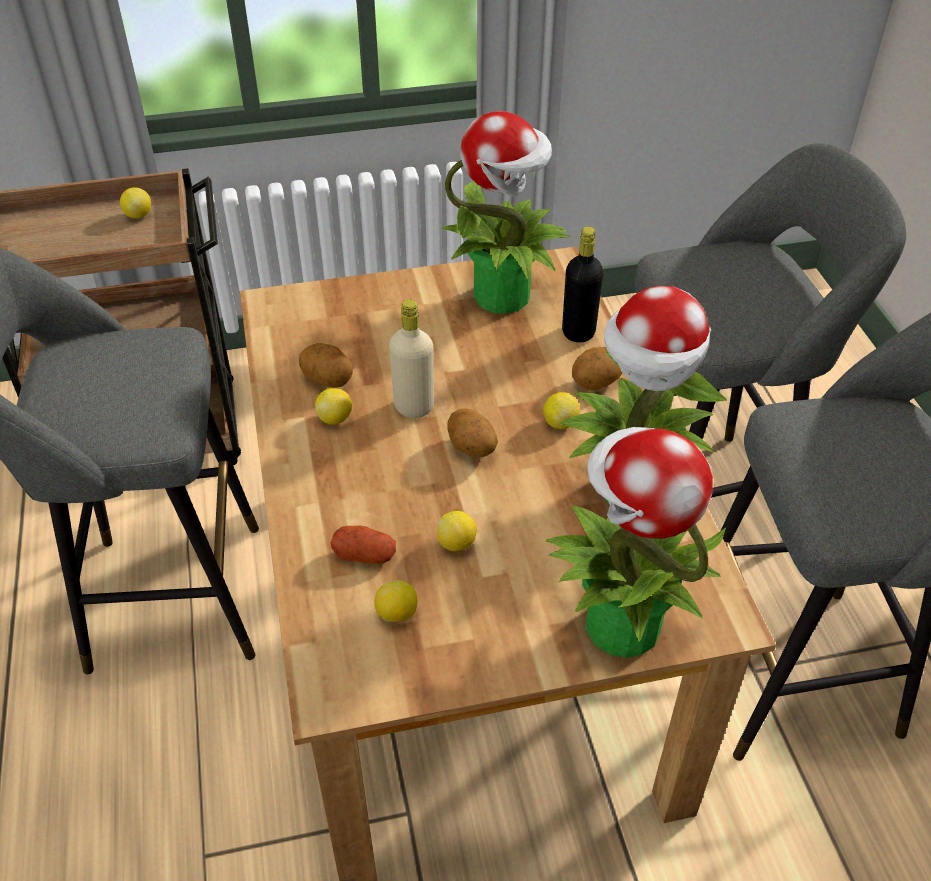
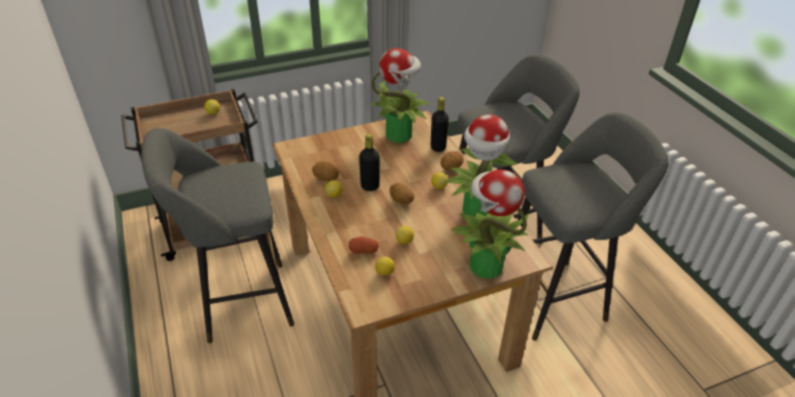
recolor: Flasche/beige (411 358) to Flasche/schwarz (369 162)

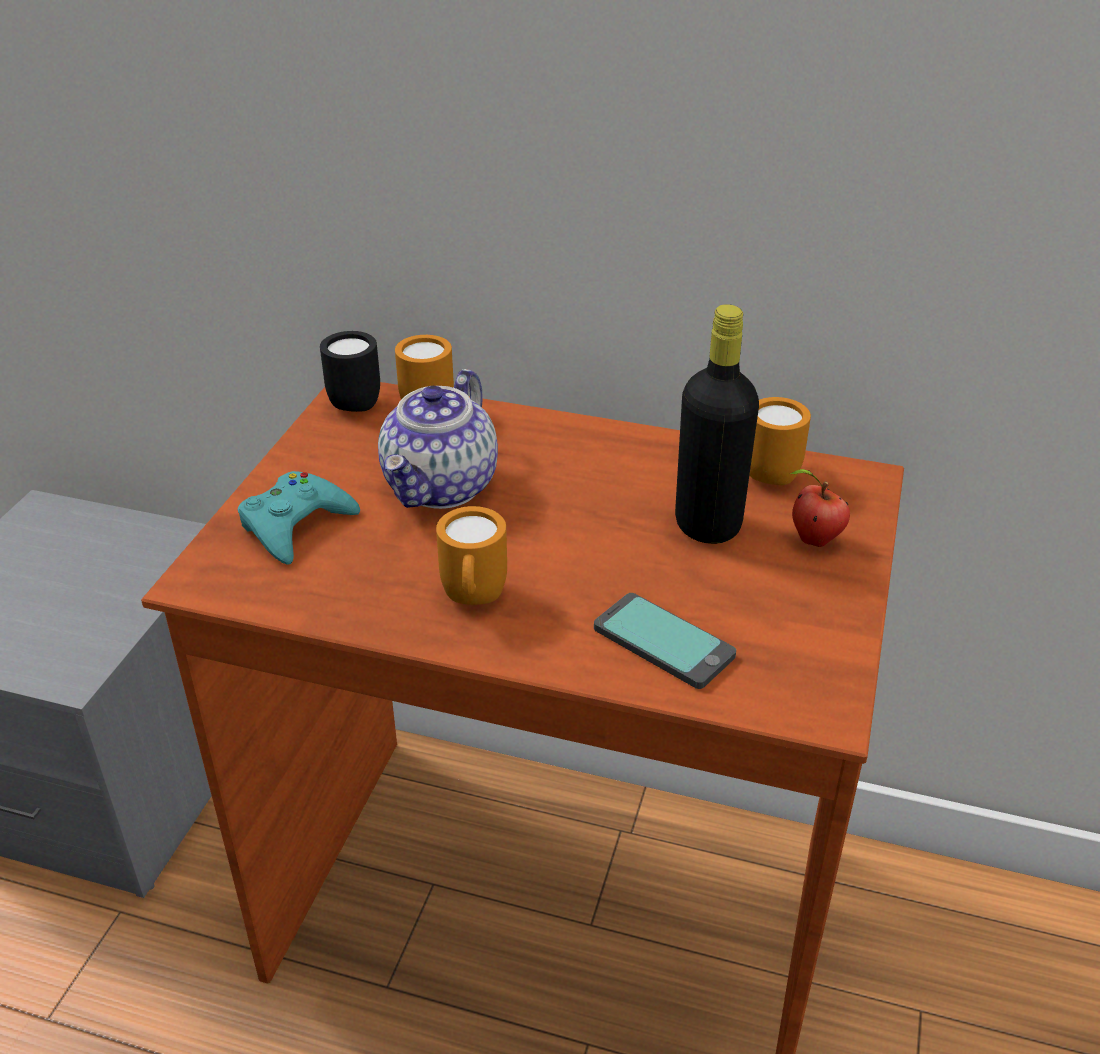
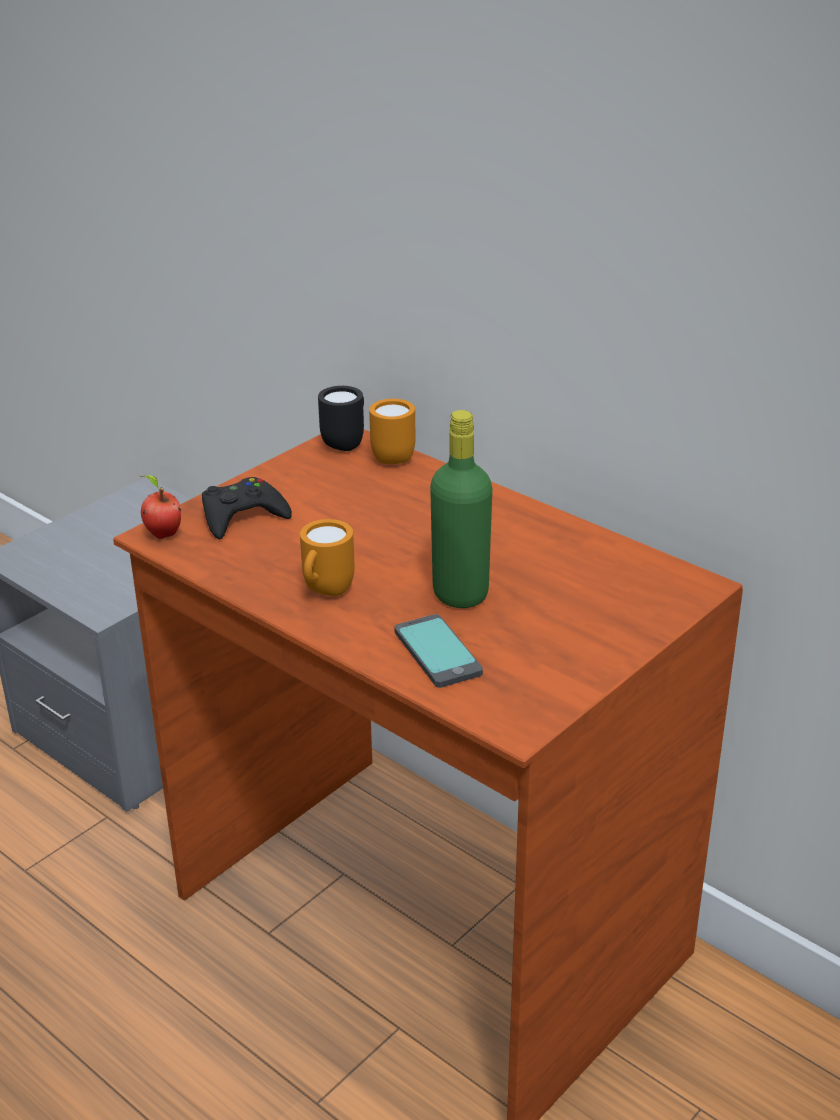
delete: Flasche/schwarz (717 424); Teekanne (438 439); Henkelbecher/orange (780 441)
insert: Flasche/grün (461 509)
move: Apfel (819 508) to (160 507)
recolor: Gamepad/türkis (299 518) to Gamepad/schwarz (247 508)

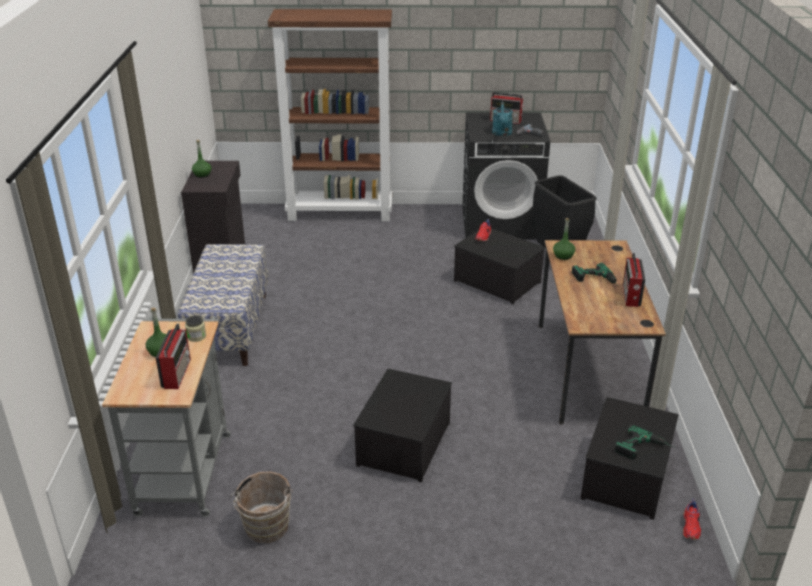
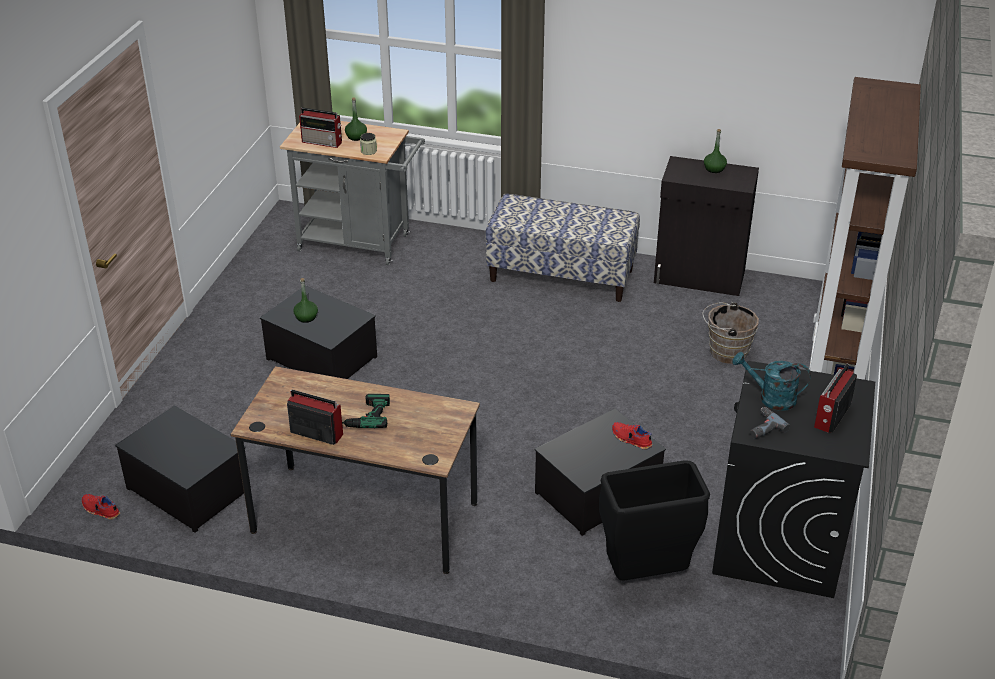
delete: Bohrmaschine (644 442)
move: Flasche/grün (564 239) to (305 300); Eimer/braun (262 507) to (730 333)

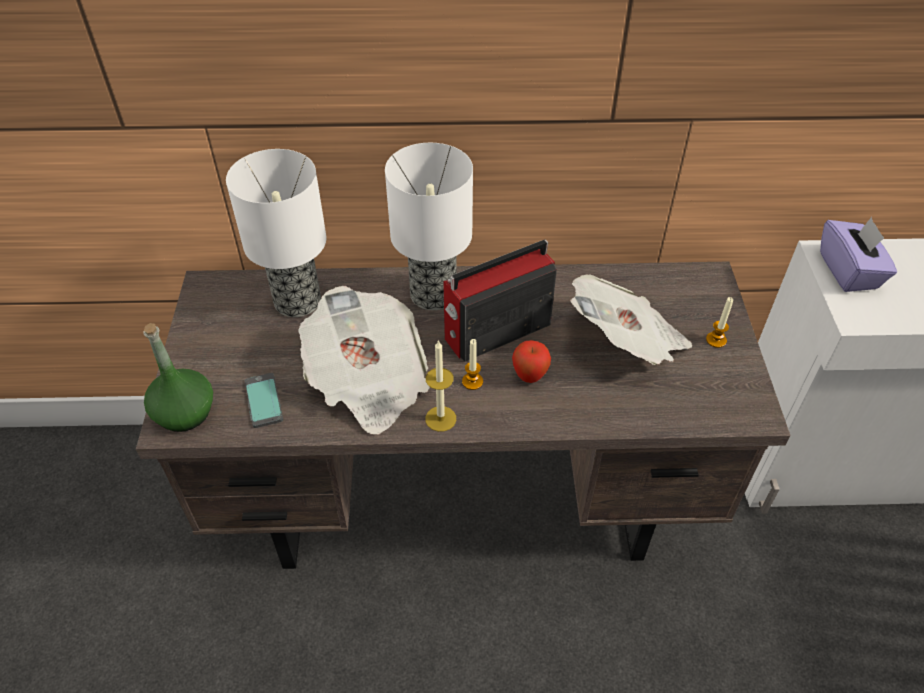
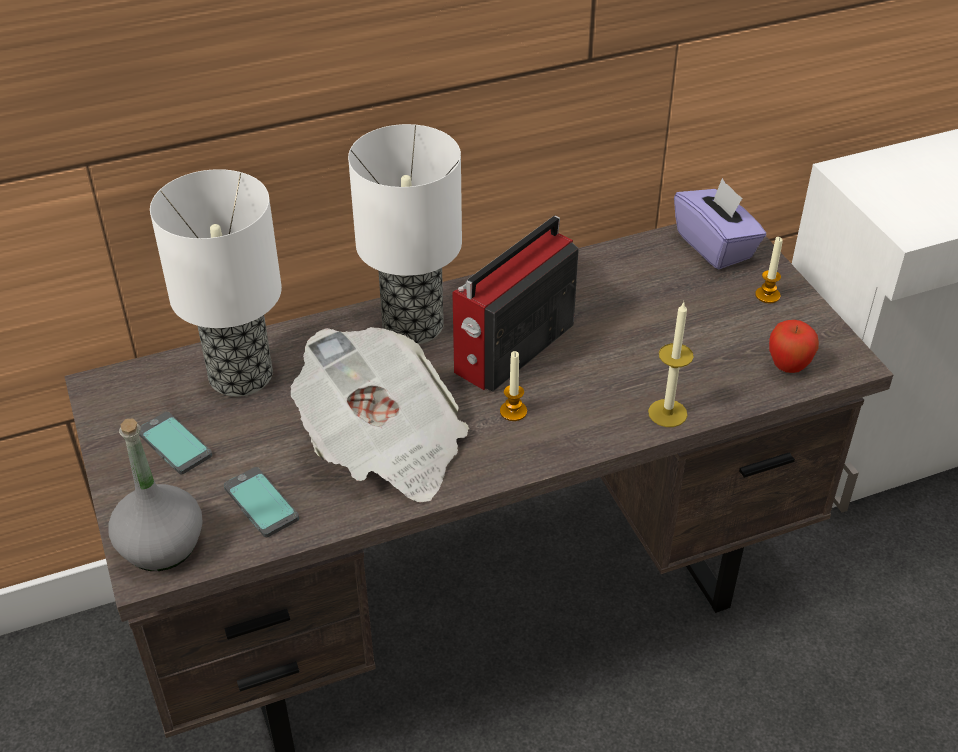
delete: Zeitung (631 319)
insert: Handy (175 443)
move: Taschentuchbox/lila (858 254) to (720 224); Kerze (440 386) to (671 364); Apfel (531 361) to (794 346)
recolor: Flasche/grün (178 377) to Flasche/grau (155 494)

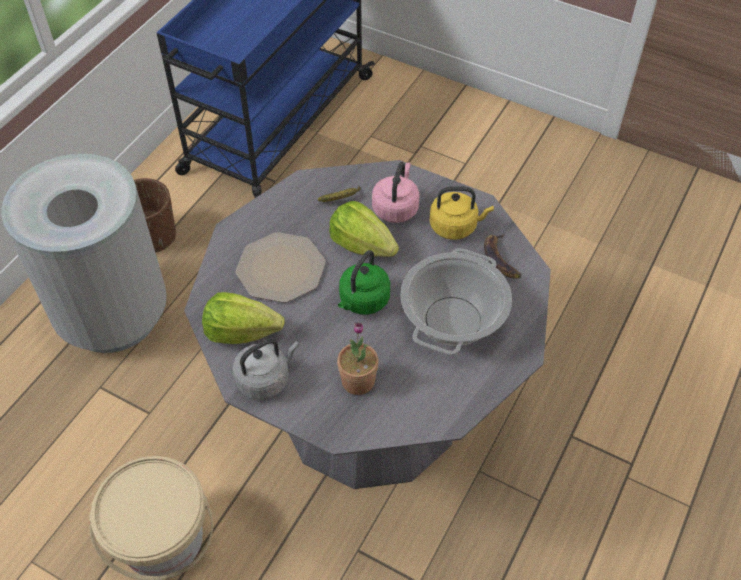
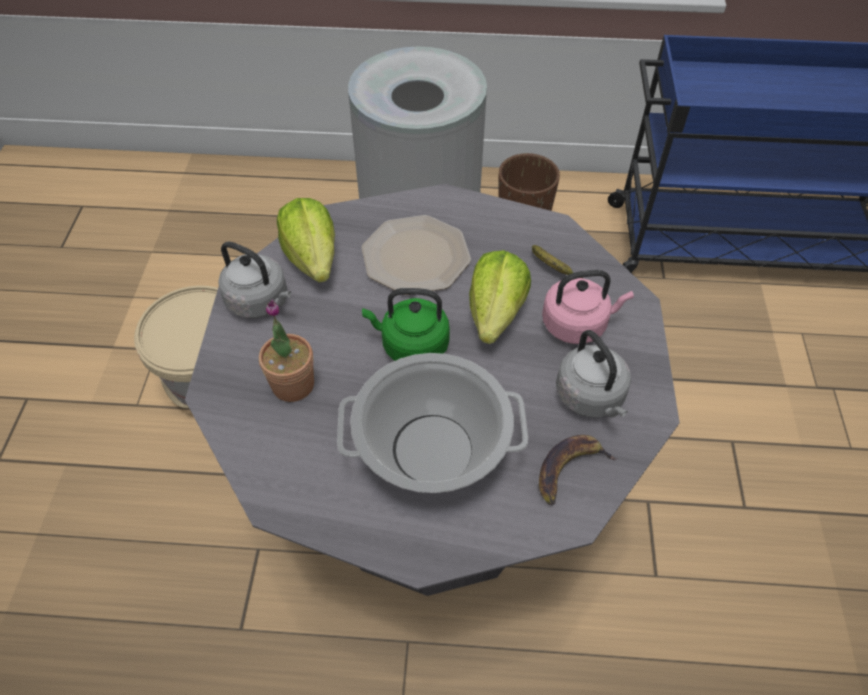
recolor: Wasserkessel/gelb (461 213) to Wasserkessel/grau (593 374)

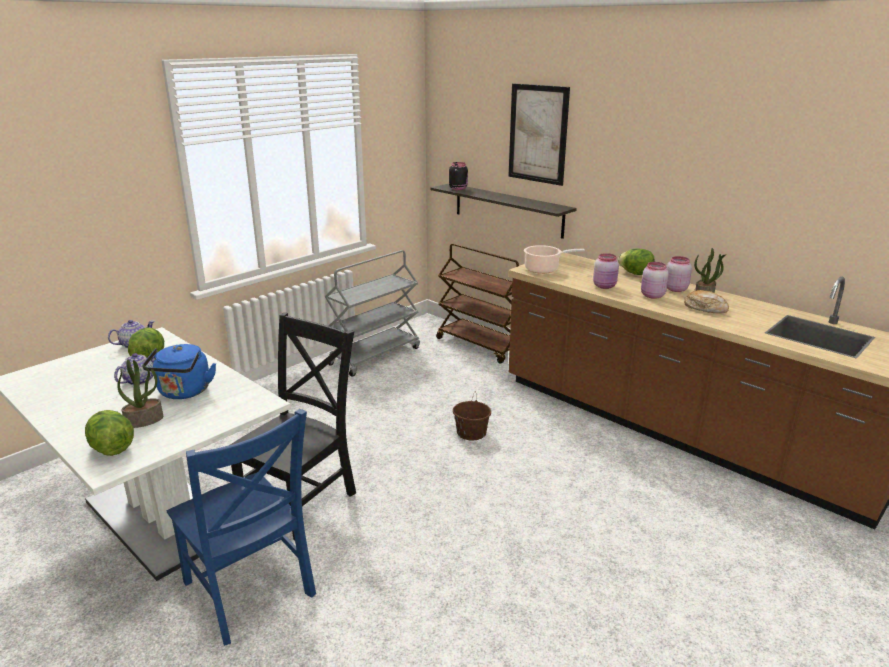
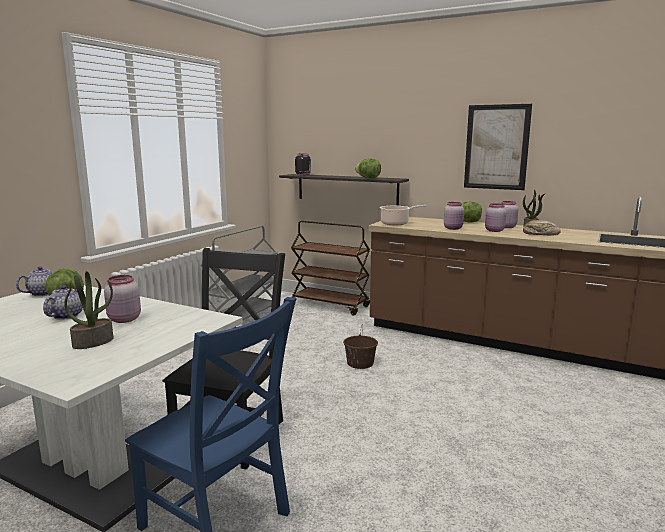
move: Bild (539 134) to (498 147); Salatkopf (109 433) to (368 168)
replace: Wasserkessel/blau (179 371) to Vorratsglas/rosa (122 299)

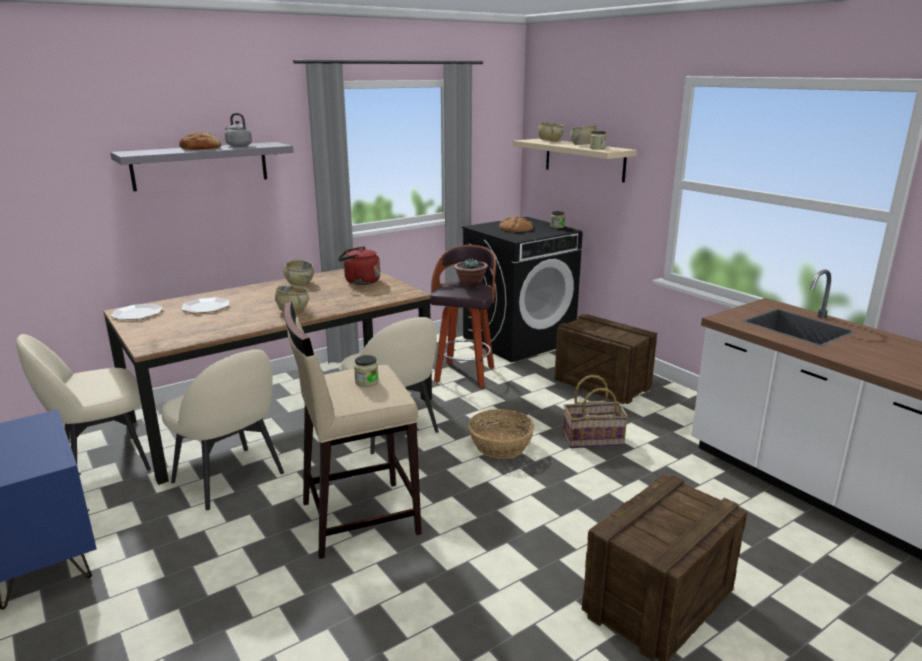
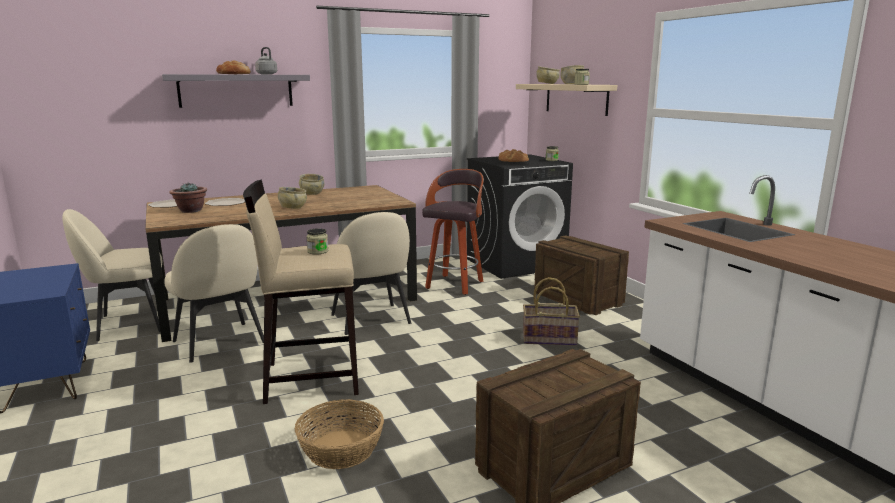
delete: Wasserkessel/rot (359 265)
move: Topfpflanze (471 273) to (188 197); Korb (501 434) to (339 434)

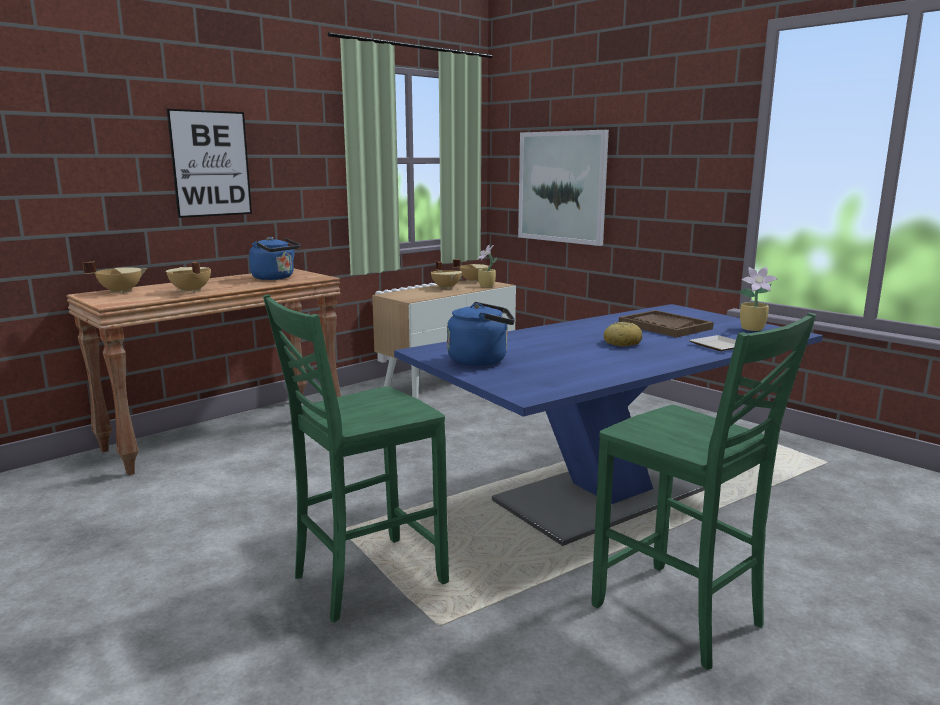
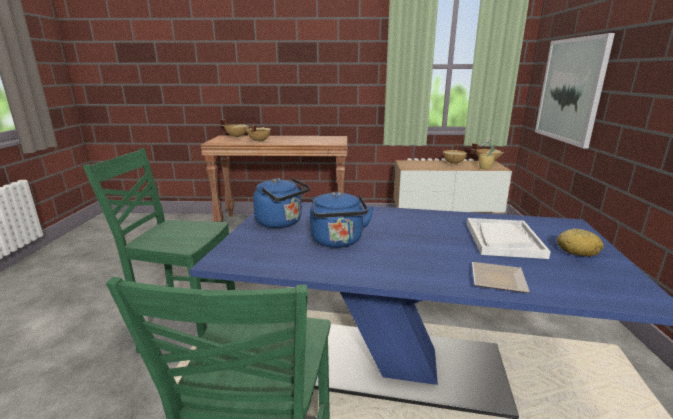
delete: Bild (209 163); Topfpflanze (758 299)
move: Wasserkessel/blau (274 258) to (342 219); Brot (623 334) to (580 242)
recolor: Tablett/braun (666 324) to Tablett/weiß (509 238)

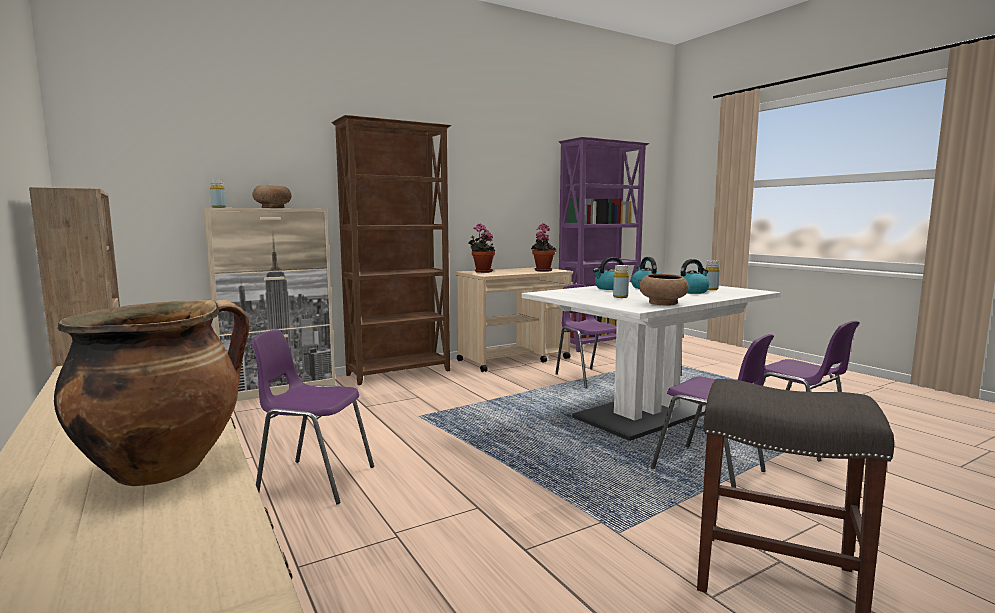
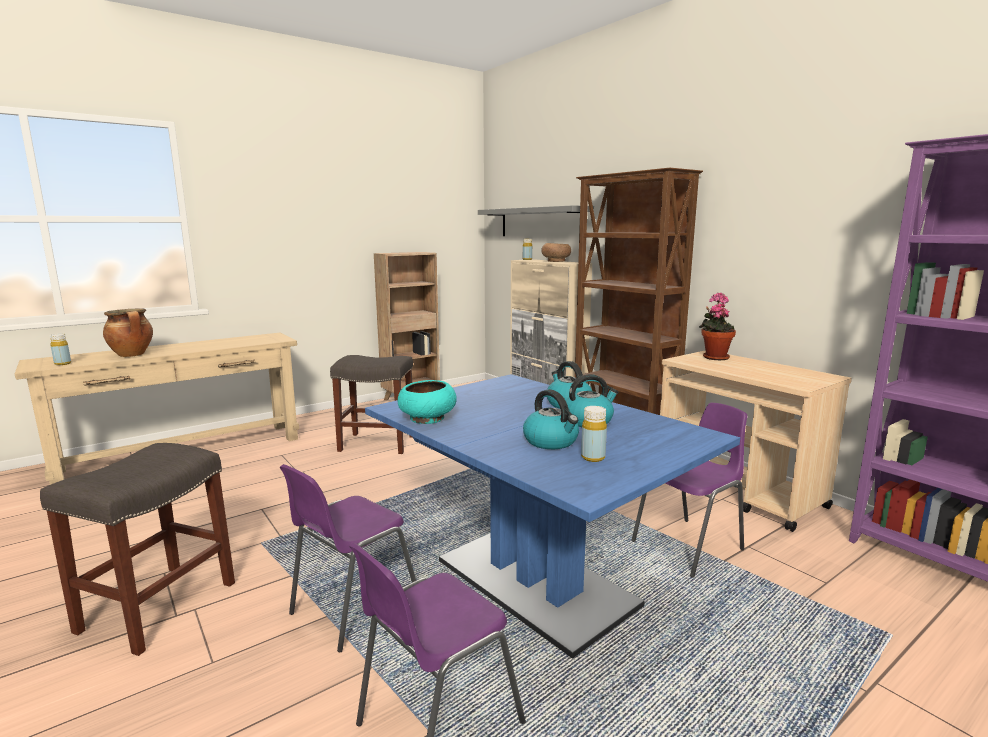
delete: Topfpflanze (543 247)
insert: Wandregal/grau (536 220)
move: Flasche/gelb (621 281) to (60 349)
replace: Stuhl/lila (312 417) to Hocker/grau (371 404)
recolor: Schüssel/braun (664 289) to Schüssel/türkis (427 402); Esstisch/weiß (651 361) to Esstisch/blau (552 516)

